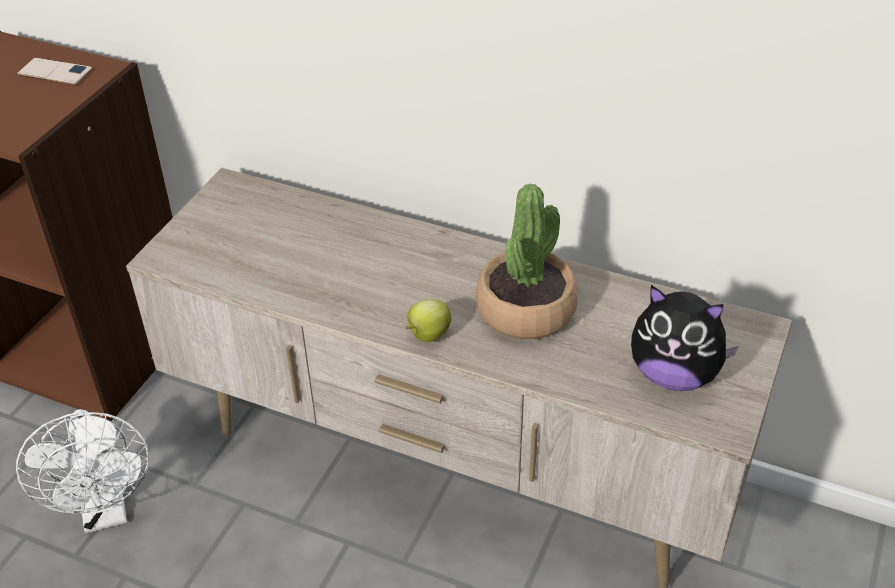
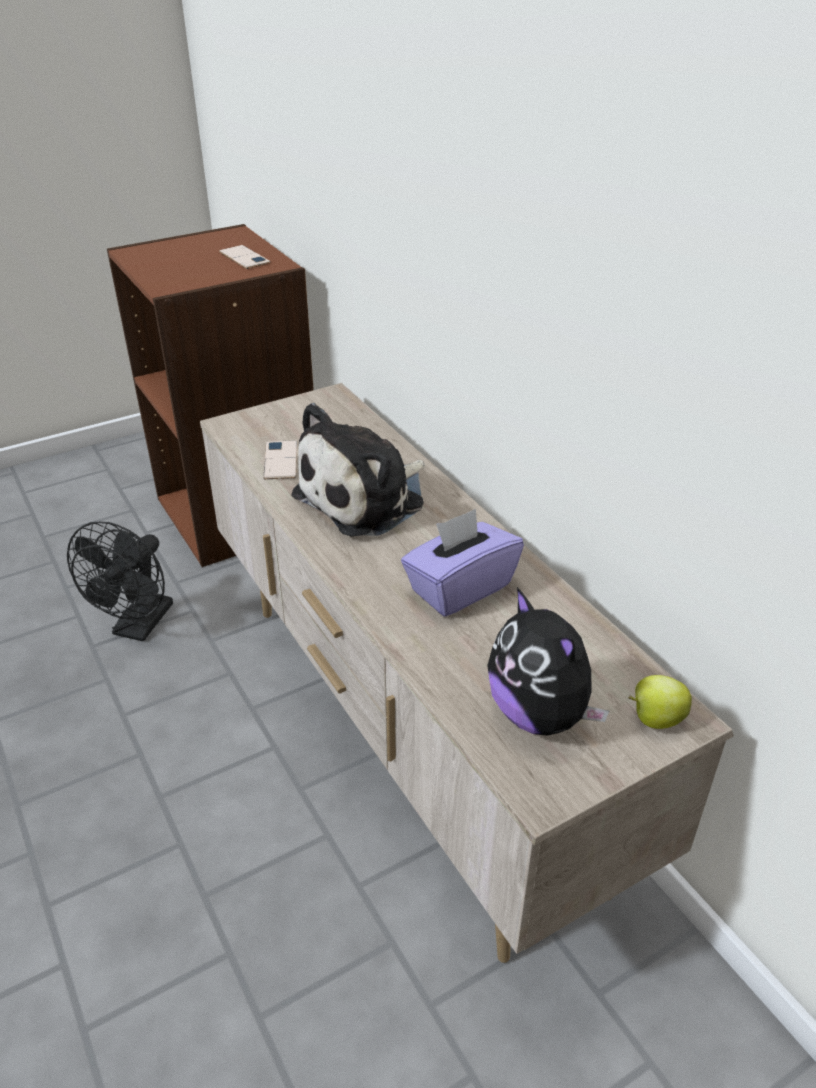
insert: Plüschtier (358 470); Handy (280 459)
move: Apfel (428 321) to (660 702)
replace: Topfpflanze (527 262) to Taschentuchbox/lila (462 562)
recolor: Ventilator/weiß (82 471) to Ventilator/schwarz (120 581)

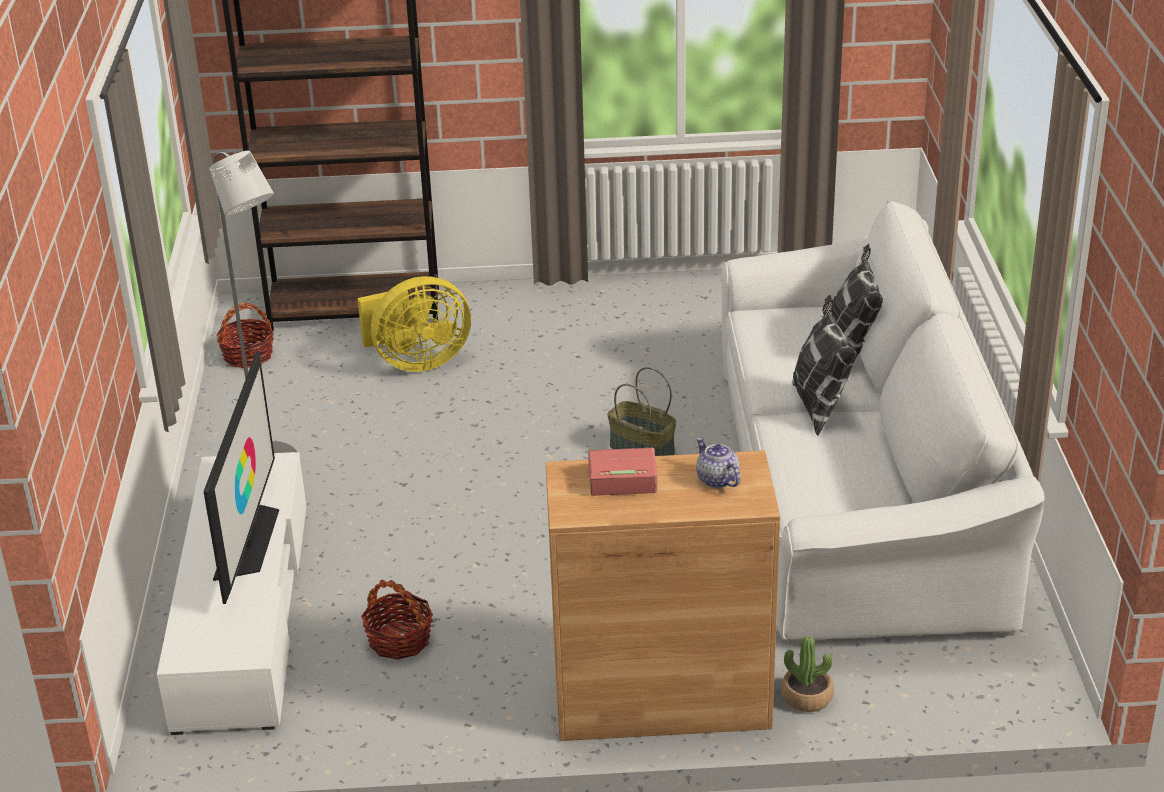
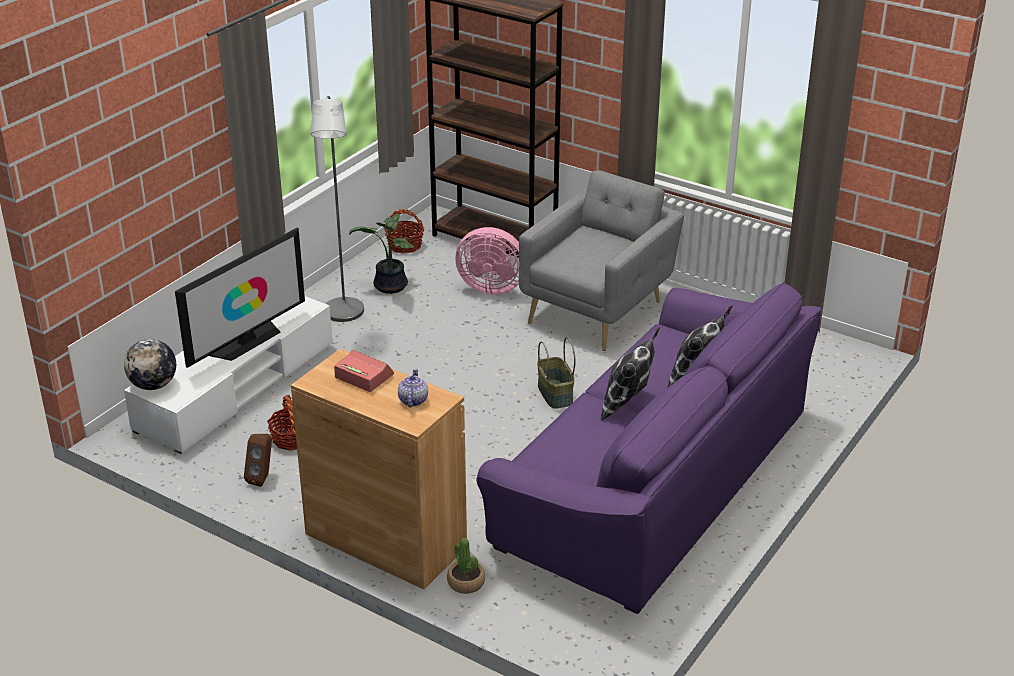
insert: Sessel/grau (601 260); Topfpflanze (381 254); Globus (150 364); Lautsprecher/braun (258 460)
recolor: Sofa/weiß (883 423) to Sofa/lila (649 448); Ventilator/gelb (414 324) to Ventilator/rosa (487 261)

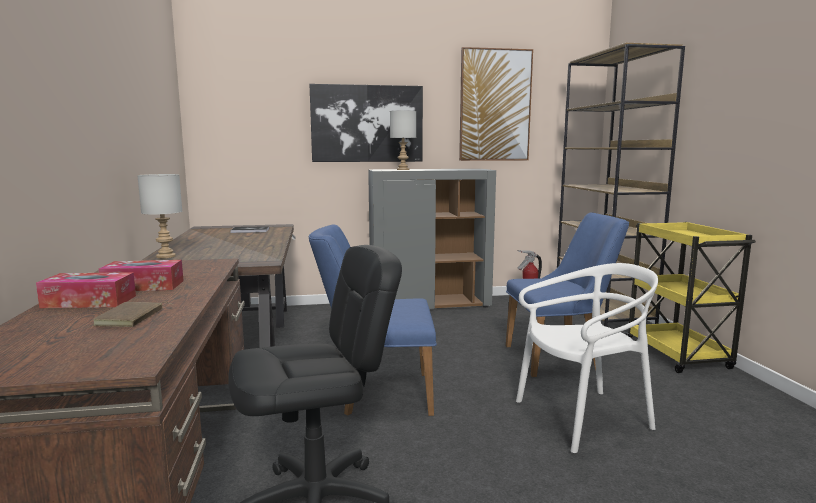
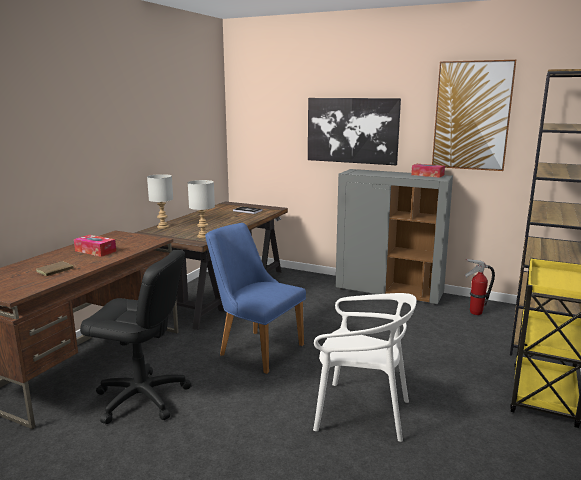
delete: Stuhl/blau (567 294)
move: Tischlampe/grau (403 140) to (201 209); Taschentuchbox (86 290) to (428 171)

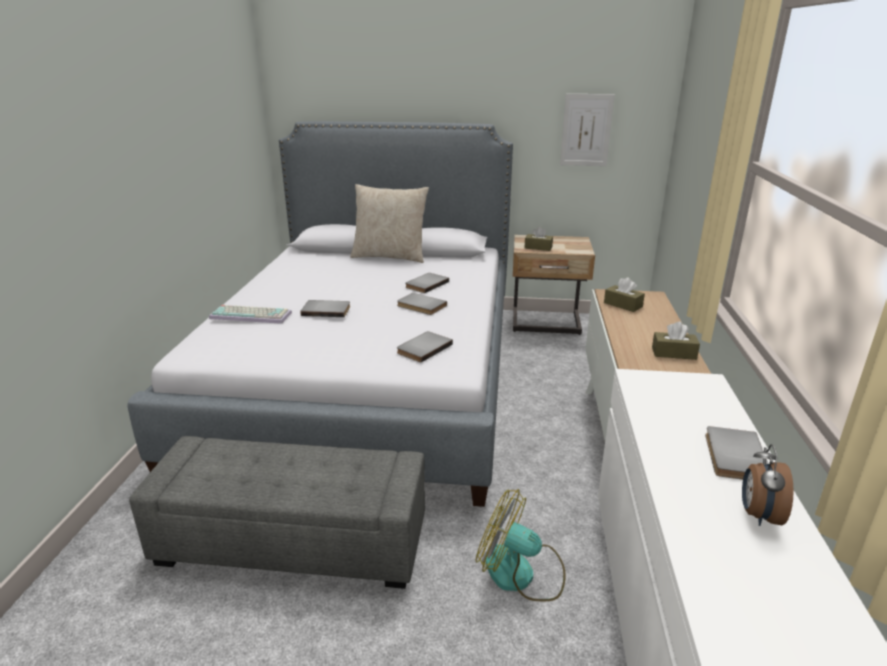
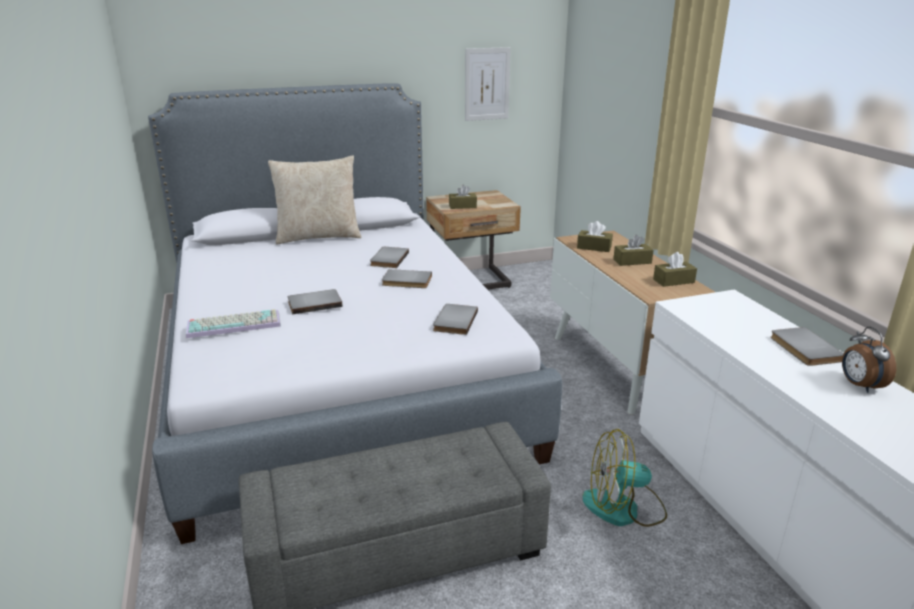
insert: Taschentuchbox/braun (633 250)

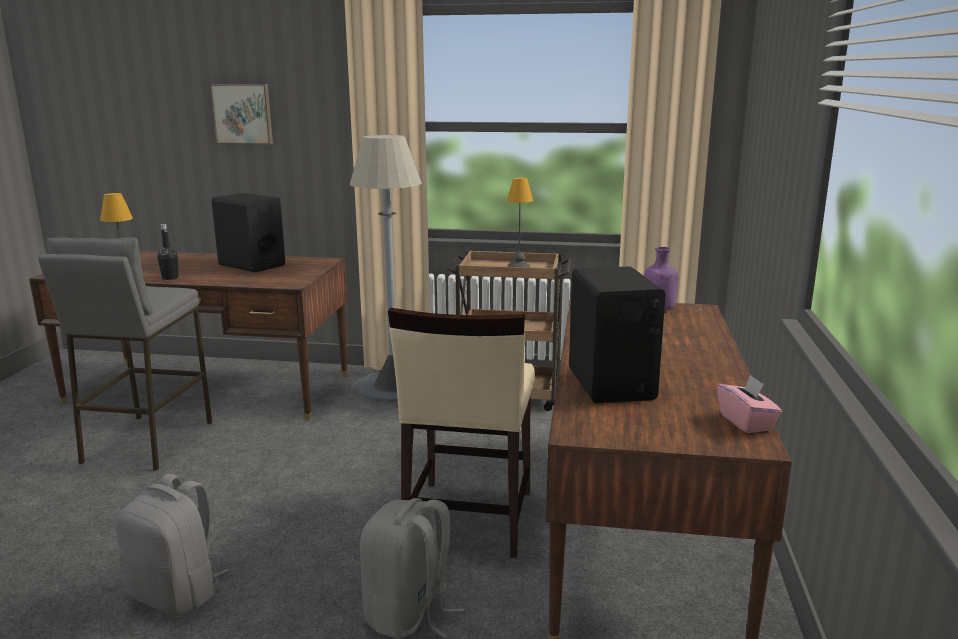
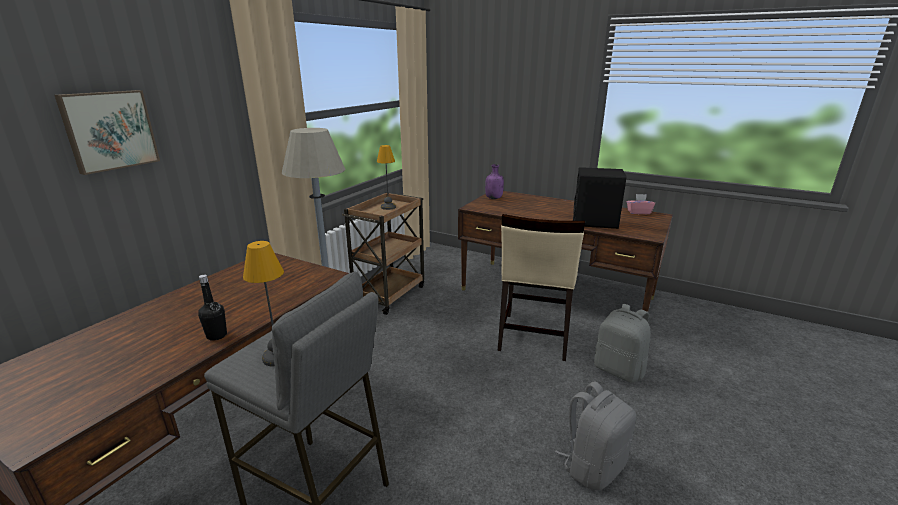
delete: Lautsprecher/schwarz (248 233)
rotate: Stuhl/beige (461 433) = (541 287) 75 degrees clockwise

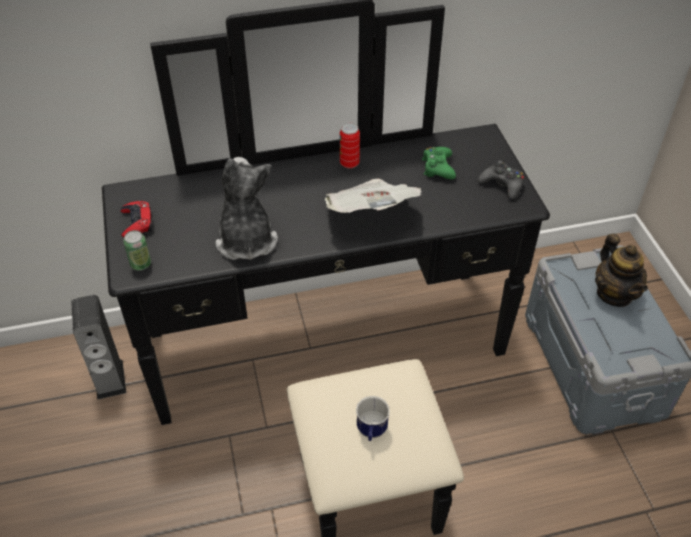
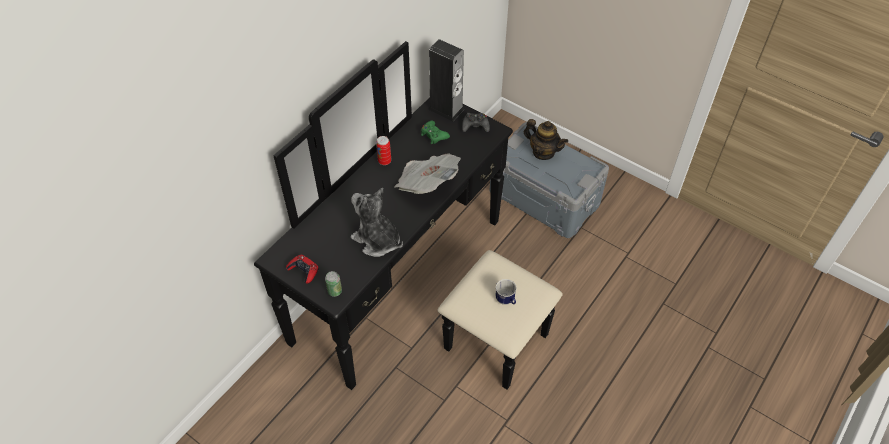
move: Lautsprecher (98 347) to (446 80)

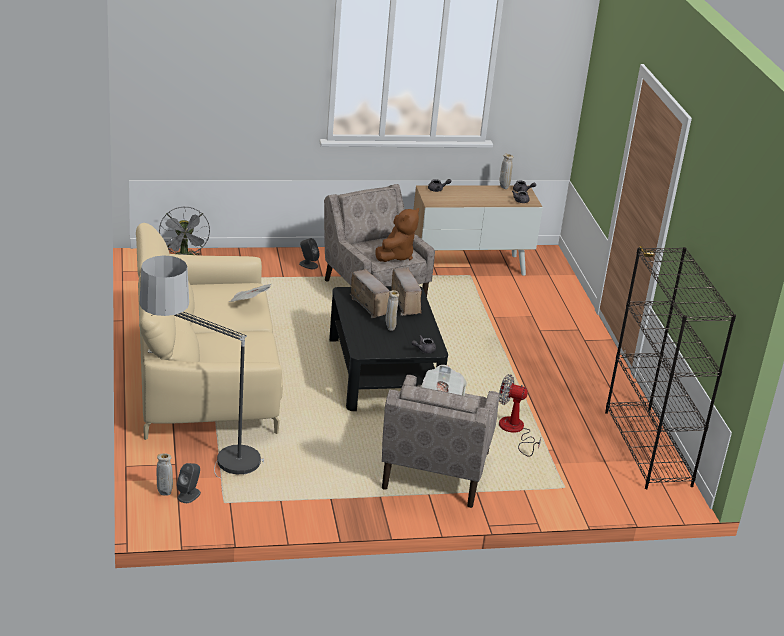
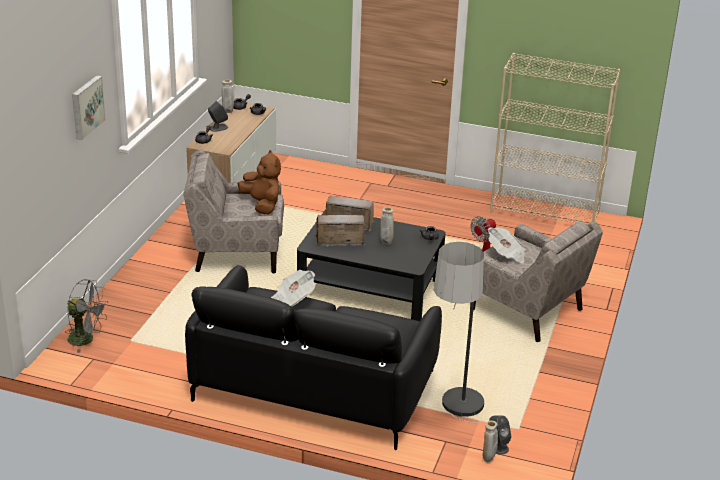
insert: Bild (89 107)
move: Lautsprecher/grau (309 253) to (218 116)
recolor: Sofa/beige (209 331) to Sofa/schwarz (313 357); Bücherregal/schwarz (670 368) to Bücherregal/beige (555 139)

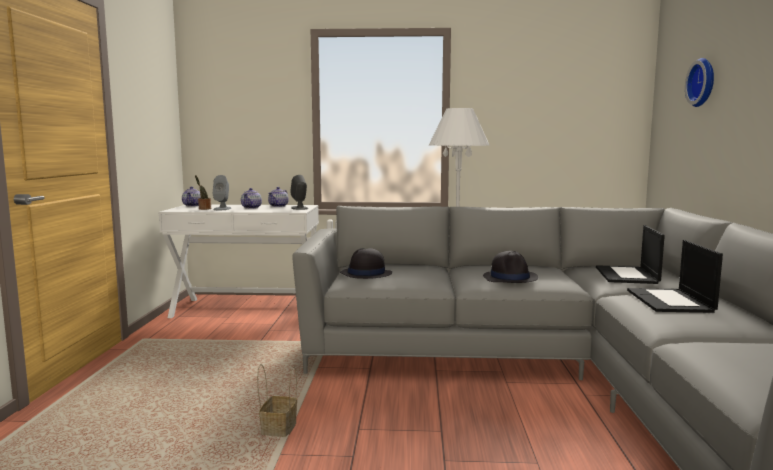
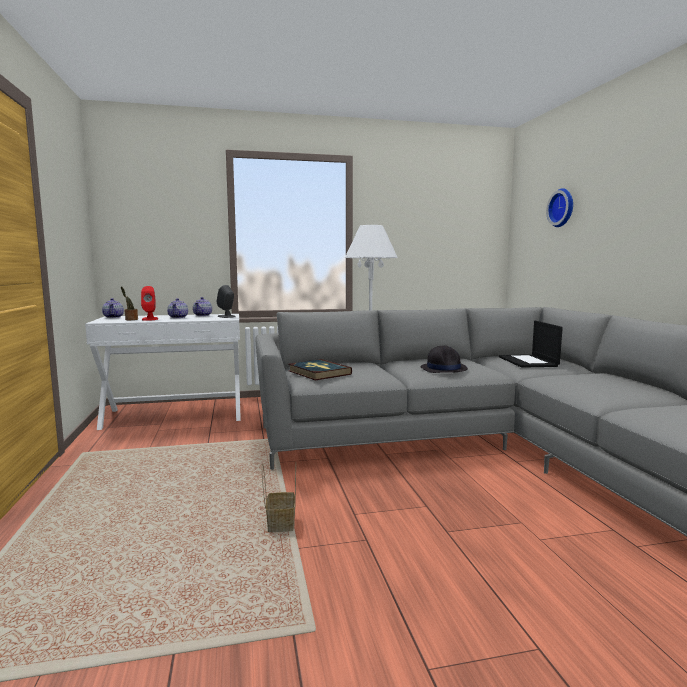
delete: Laptop (675 276)
replace: Hut/schwarz (366 263) to Buch (320 370)
recolor: Lautsprecher/grau (222 192) to Lautsprecher/rot (149 303)

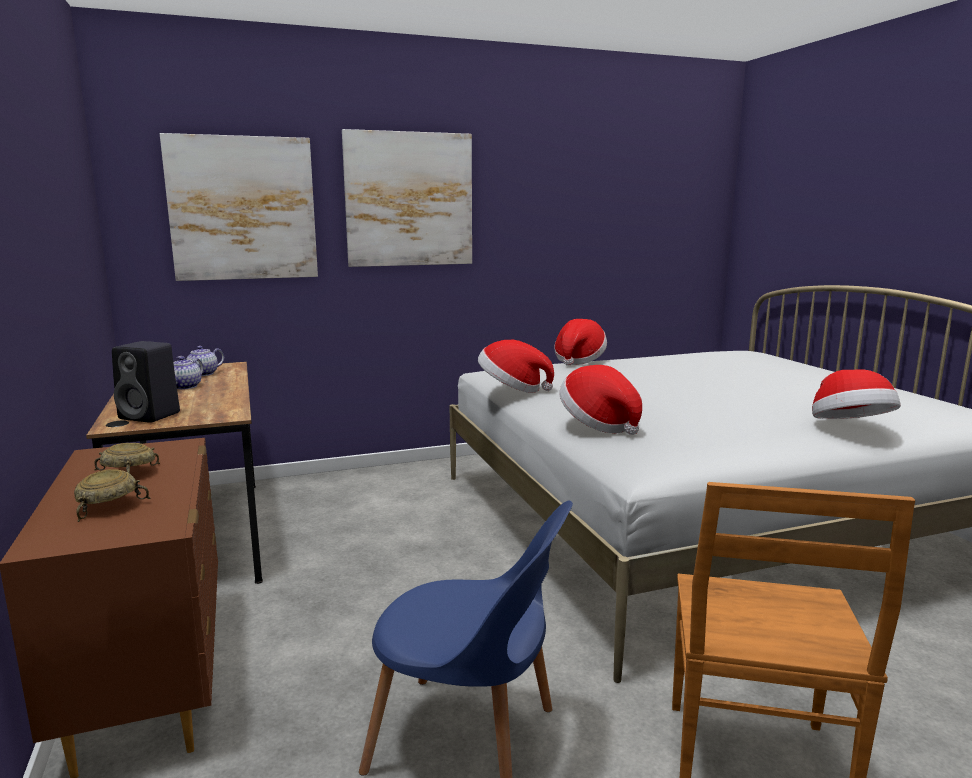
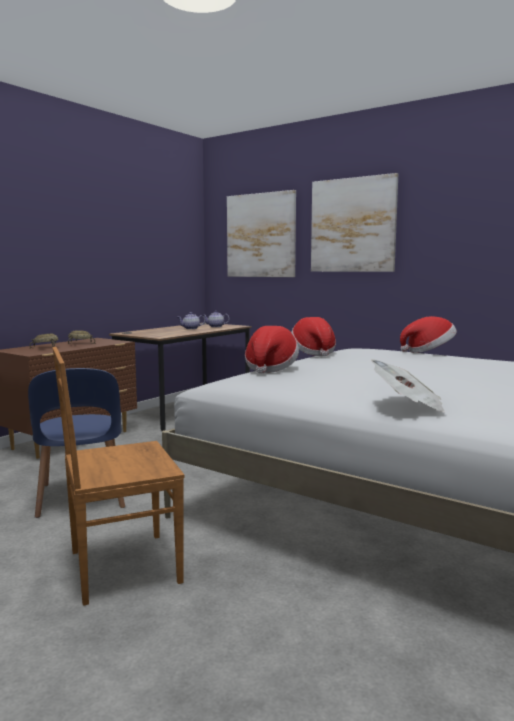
delete: Lautsprecher/schwarz (146 382)
replace: Hut (856 394) to Zeitung (408 385)

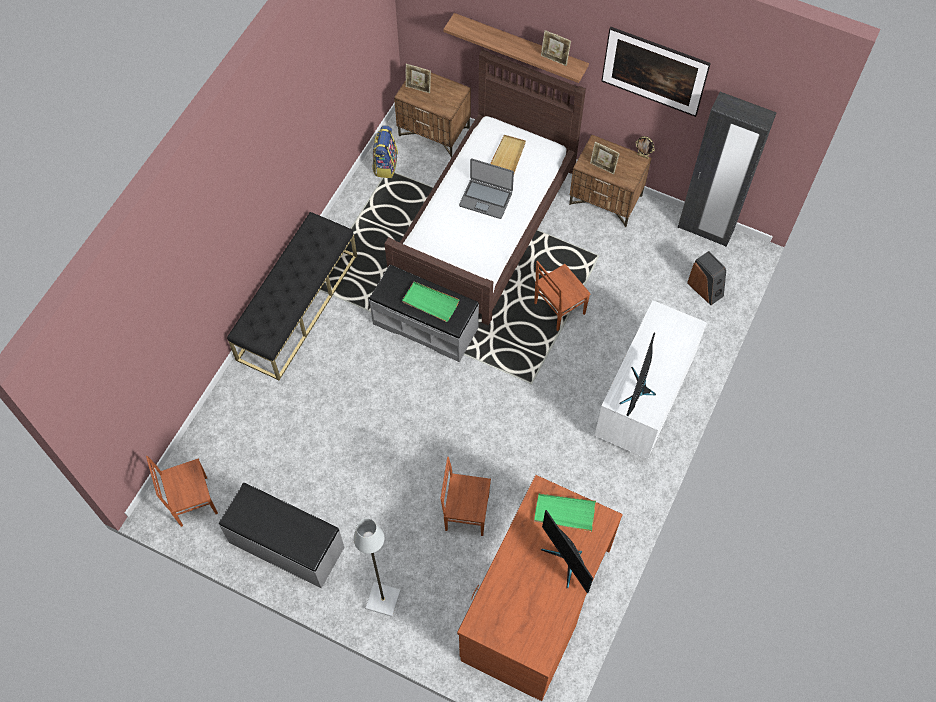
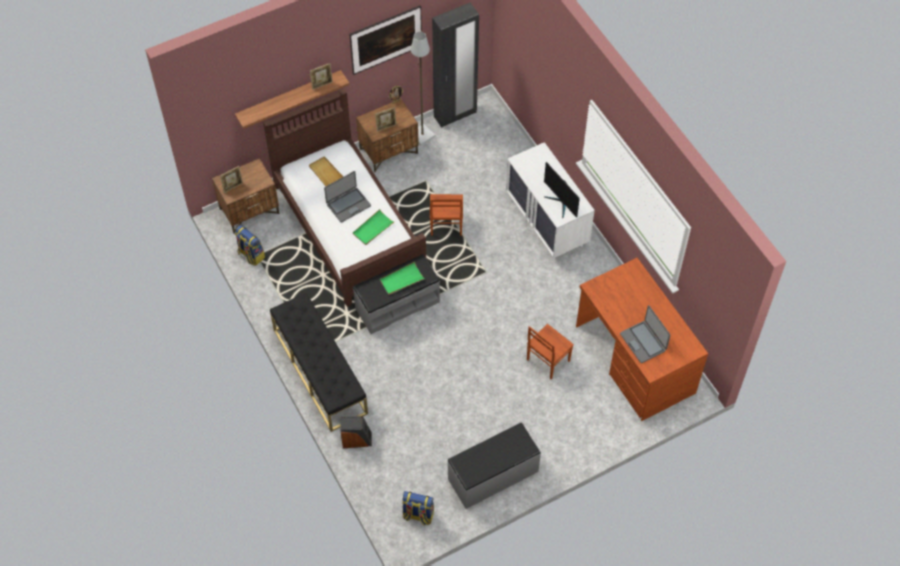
delete: Monitor (567 551)
insert: Laptop (645 334)
move: Lautsprecher (706 278) to (356 432); Tablett/grün (565 513) to (373 227); Stehlampe/grau (377 567) to (423 88)
replace: Stuhl/braun (182 491) to Rucksack (418 508)

